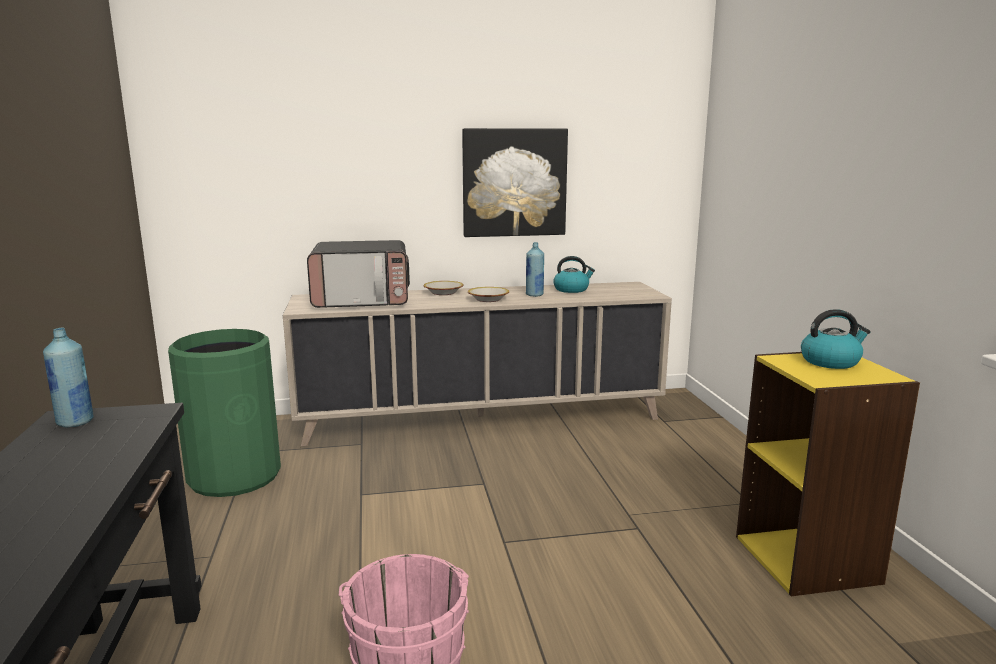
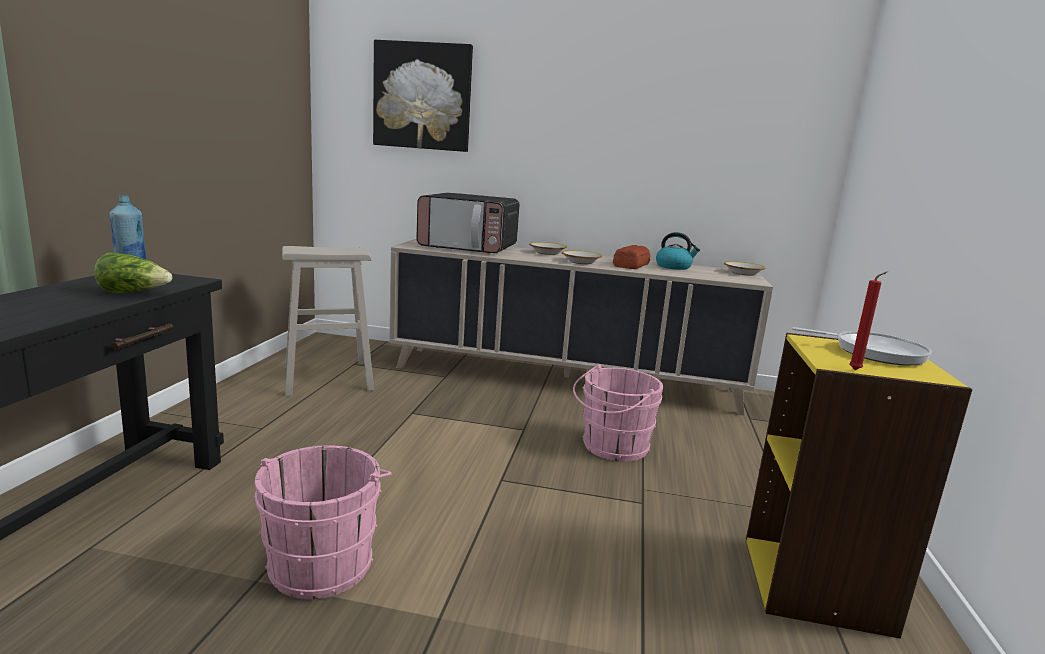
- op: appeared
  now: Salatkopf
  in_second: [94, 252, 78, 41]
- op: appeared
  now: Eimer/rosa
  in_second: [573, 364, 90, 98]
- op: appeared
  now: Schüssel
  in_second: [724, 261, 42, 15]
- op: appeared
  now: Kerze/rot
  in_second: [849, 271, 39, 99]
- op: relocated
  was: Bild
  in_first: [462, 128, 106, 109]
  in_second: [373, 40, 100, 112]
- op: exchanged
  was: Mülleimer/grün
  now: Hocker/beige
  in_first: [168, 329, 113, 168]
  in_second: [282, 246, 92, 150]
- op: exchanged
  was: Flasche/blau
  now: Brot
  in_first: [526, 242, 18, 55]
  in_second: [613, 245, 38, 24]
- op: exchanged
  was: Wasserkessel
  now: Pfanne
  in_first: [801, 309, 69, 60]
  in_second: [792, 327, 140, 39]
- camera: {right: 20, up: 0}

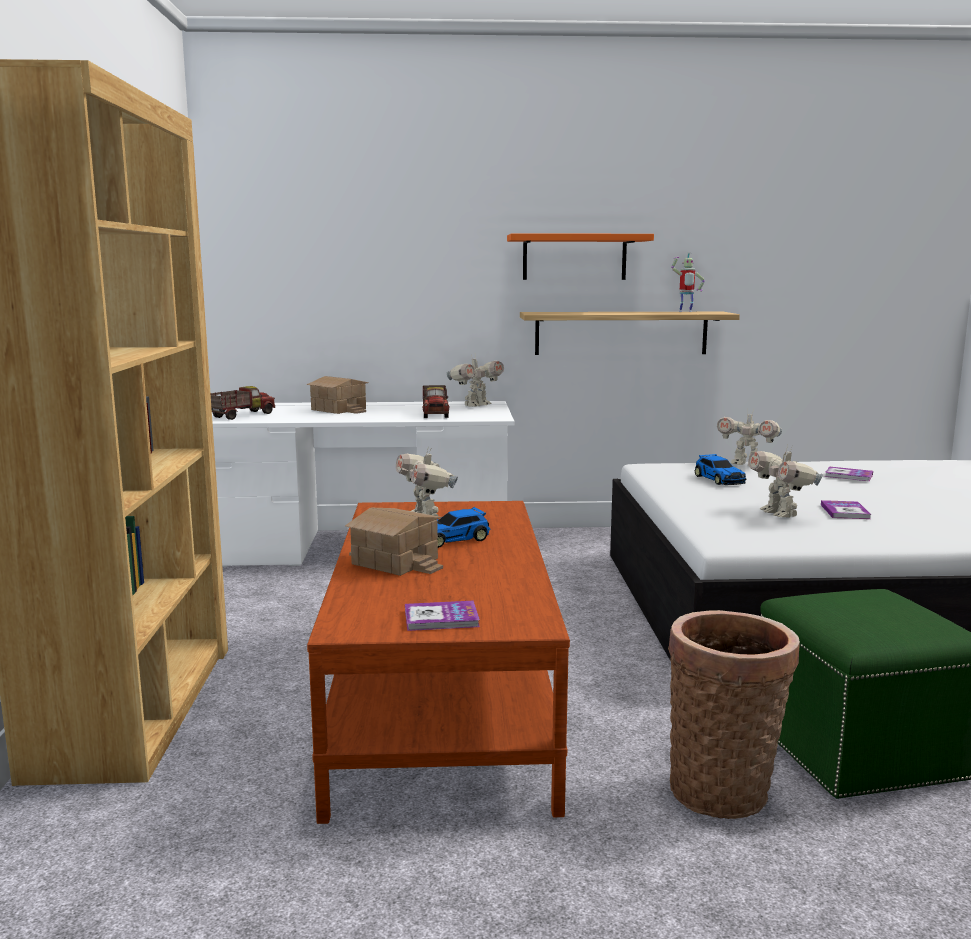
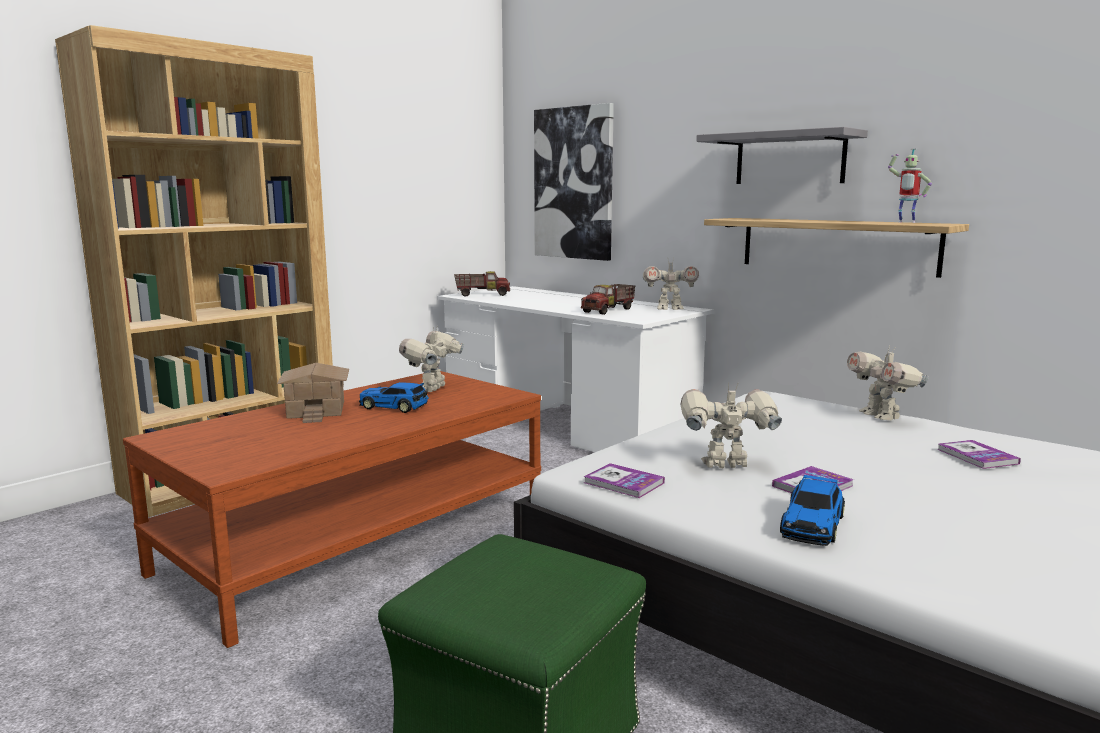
- op: missing
  was: Spielzeughaus
  in_first: [306, 376, 63, 38]
- op: missing
  was: Korb
  in_first: [668, 610, 132, 209]
- op: appeared
  now: Bild
  in_second: [534, 103, 80, 158]
- op: relocated
  was: Buch
  in_first: [405, 600, 75, 31]
  in_second: [583, 463, 82, 35]
- op: relocated
  was: Spielzeugauto
  in_first: [695, 454, 51, 31]
  in_second: [780, 474, 65, 72]
- op: colour
  was: Wandregal/orange
  now: Wandregal/grau
  in_first: [507, 233, 147, 47]
  in_second: [696, 127, 172, 57]
- op: spun
  was: Spielzeugroboter
  in_first: [748, 445, 75, 73]
  in_second: [680, 383, 102, 85]
  clockwise: 60
- camera: {right: 45, up: 0}

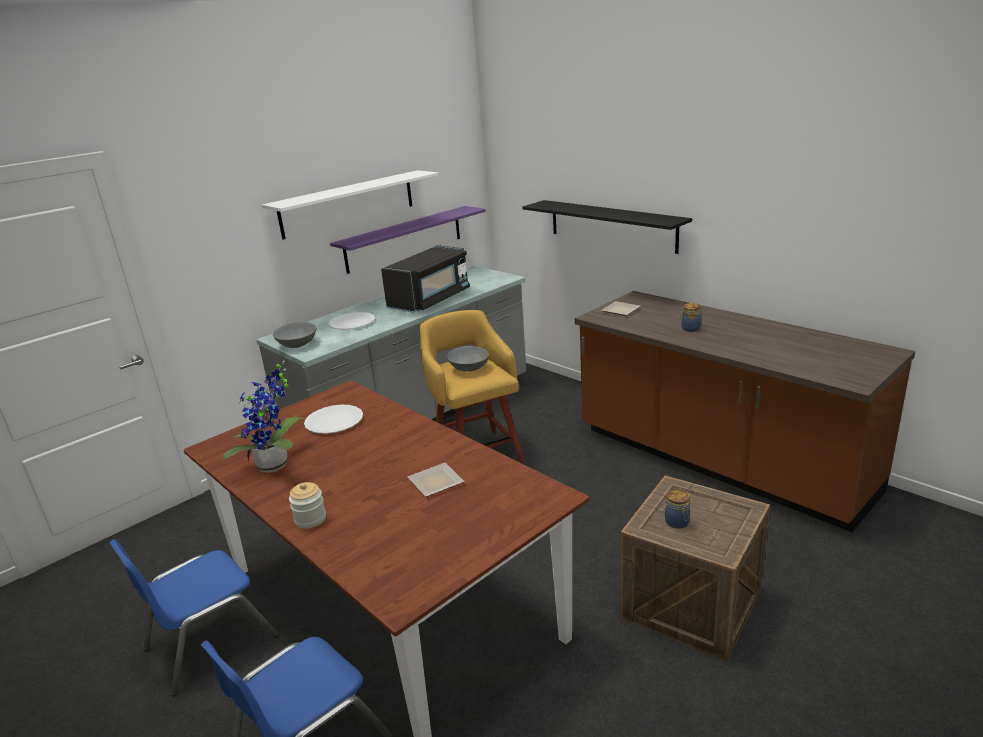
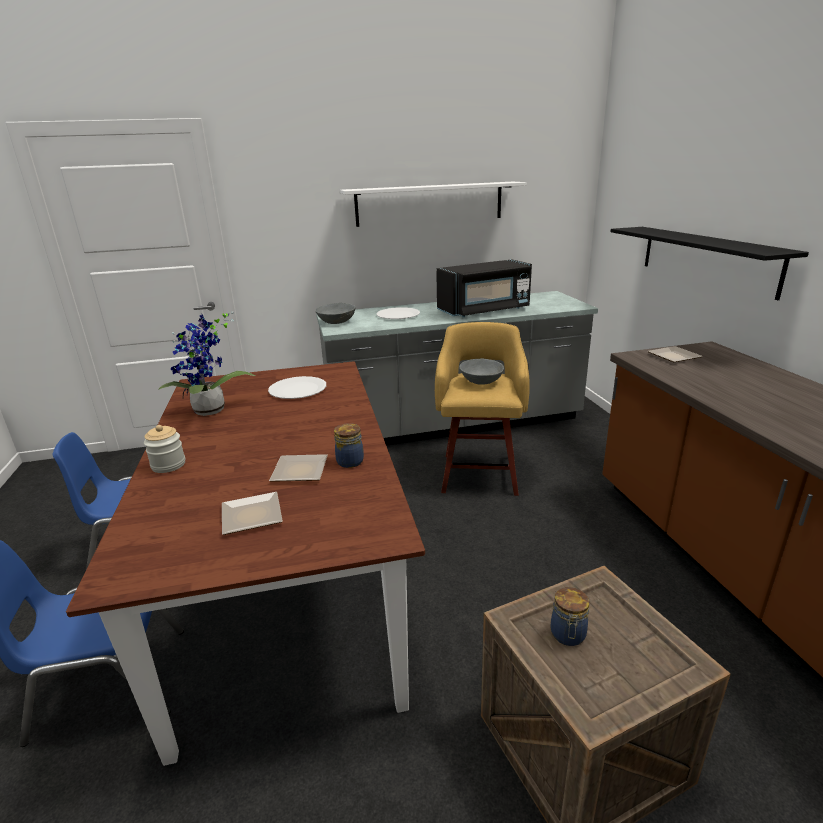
- op: missing
  was: Wandregal/lila
  in_first: [330, 206, 156, 68]
- op: appeared
  now: Teller
  in_second: [222, 492, 61, 43]
- op: relocated
  was: Vorratsglas
  in_first: [680, 303, 21, 29]
  in_second: [334, 423, 30, 45]
- camera: {right: 30, up: 0}

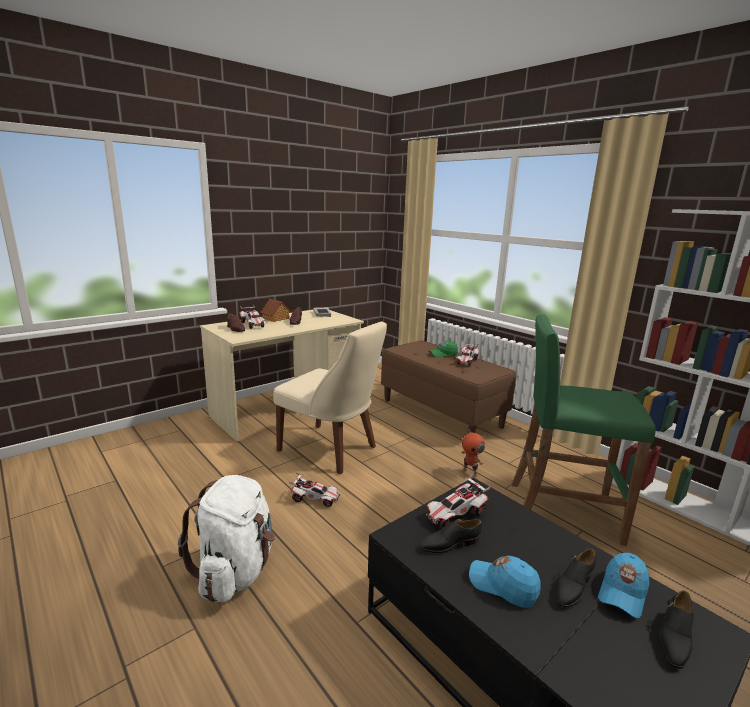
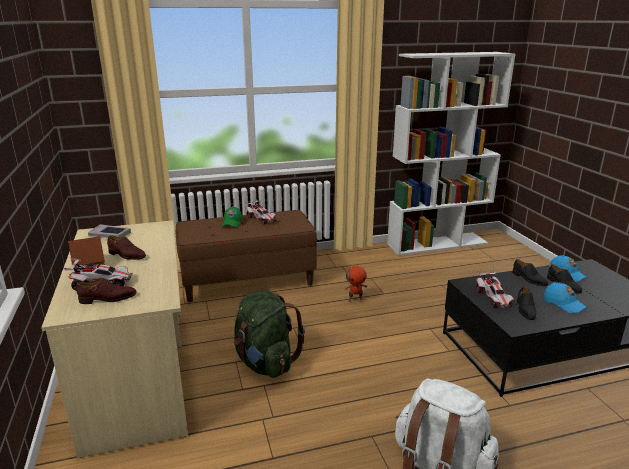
- op: missing
  was: Spielzeugauto
  in_first: [289, 472, 51, 35]
- op: missing
  was: Hocker/grün
  in_first: [512, 314, 144, 232]
- op: relocated
  was: Schuh/schwarz
  in_first: [658, 590, 36, 79]
  in_second: [512, 259, 36, 27]
- op: exchanged
  was: Stuhl/beige
  now: Rucksack/grün
  in_first: [273, 322, 114, 152]
  in_second: [234, 290, 71, 88]
- op: spun
  was: Kappe/blau
  in_first: [469, 556, 71, 52]
  in_second: [544, 283, 43, 31]
  clockwise: -90
- camera: {right: -65, up: 5}

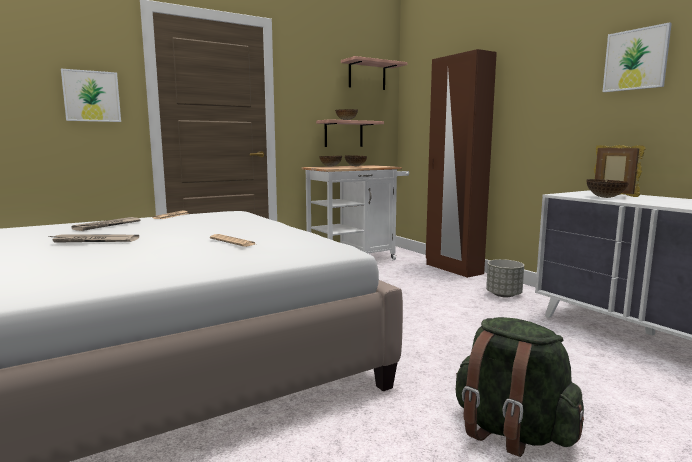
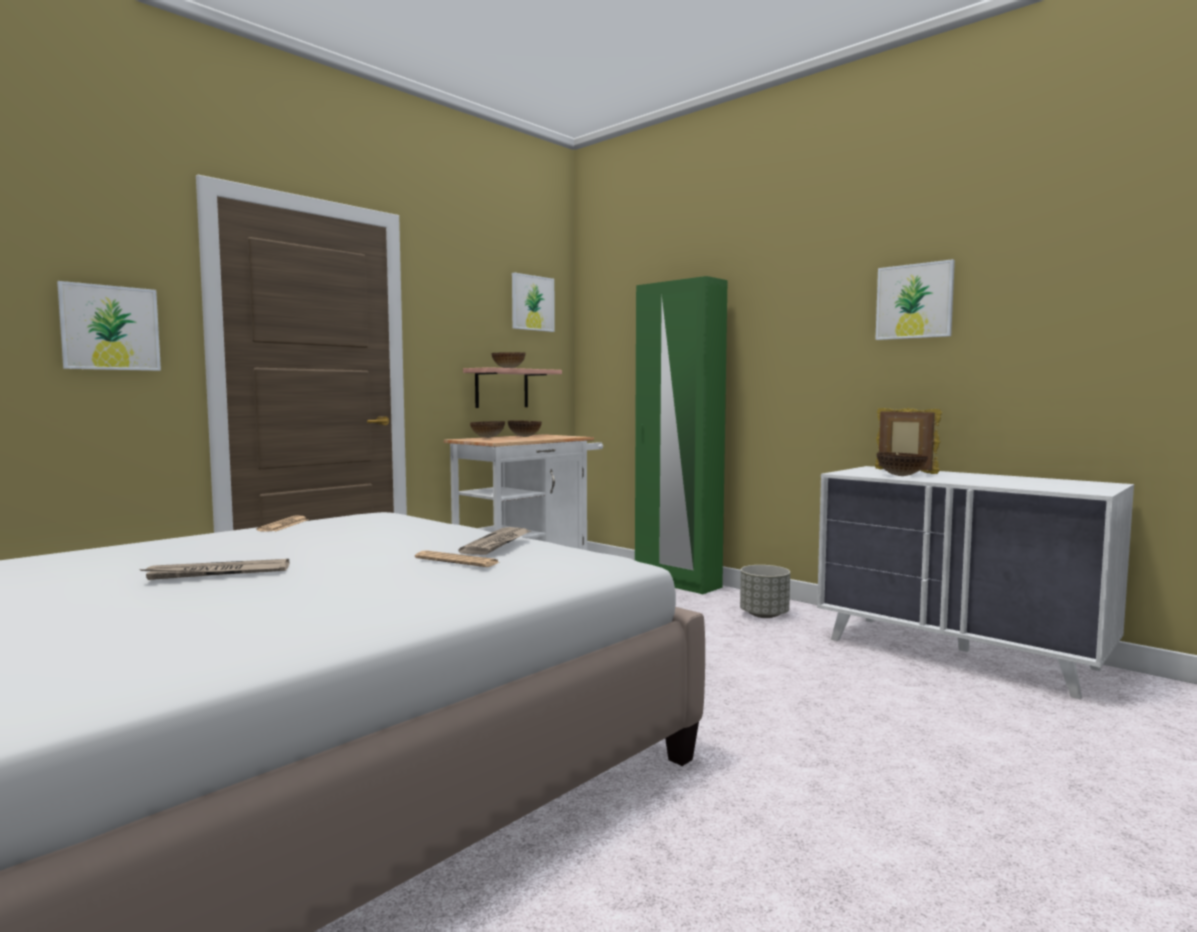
- op: missing
  was: Rucksack/grün
  in_first: [456, 317, 128, 140]
- op: relocated
  was: Zeitung
  in_first: [71, 217, 70, 14]
  in_second: [459, 527, 74, 28]
- op: exchanged
  was: Wandregal
  now: Bild
  in_first: [341, 56, 66, 34]
  in_second: [512, 273, 43, 59]
- op: colour
  was: Kleiderschrank/braun
  now: Kleiderschrank/grün
  in_first: [426, 49, 71, 229]
  in_second: [635, 276, 93, 319]
- camera: {right: -15, up: -5}

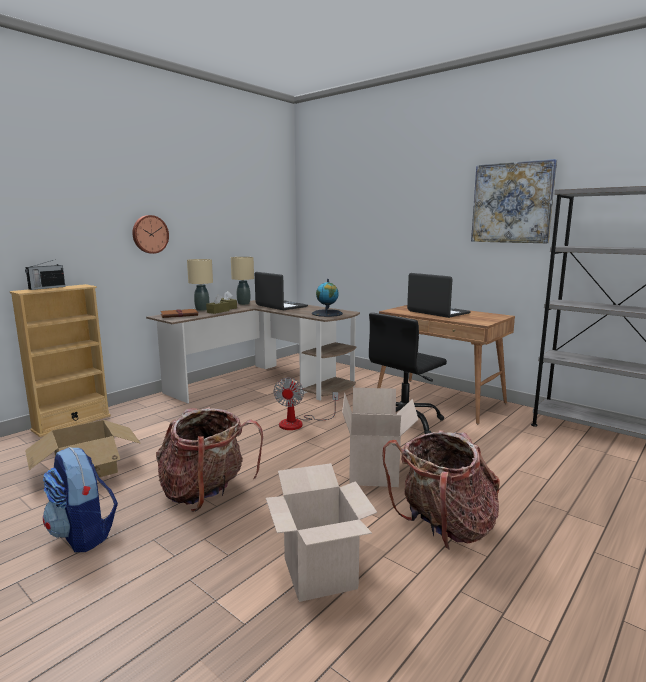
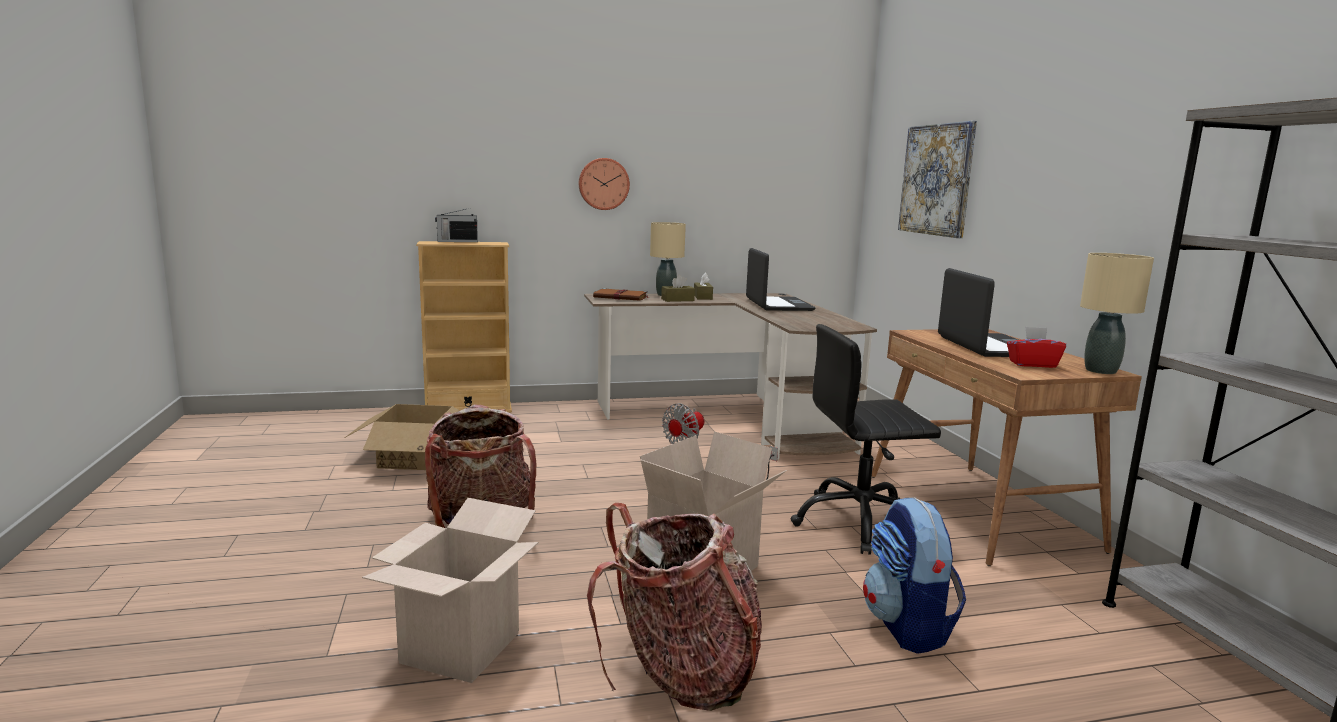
- op: missing
  was: Globus
  in_first: [312, 279, 31, 38]
- op: appeared
  now: Taschentuchbox/rot
  in_second: [1007, 327, 59, 41]
- op: relocated
  was: Rucksack
  in_first: [43, 447, 75, 105]
  in_second: [863, 497, 103, 157]
- op: relocated
  was: Tischlampe/beige
  in_first: [231, 257, 23, 48]
  in_second: [1080, 253, 74, 121]
- op: relocated
  was: Bild
  in_first: [471, 159, 86, 84]
  in_second: [898, 121, 79, 117]
- camera: {right: 35, up: 0}

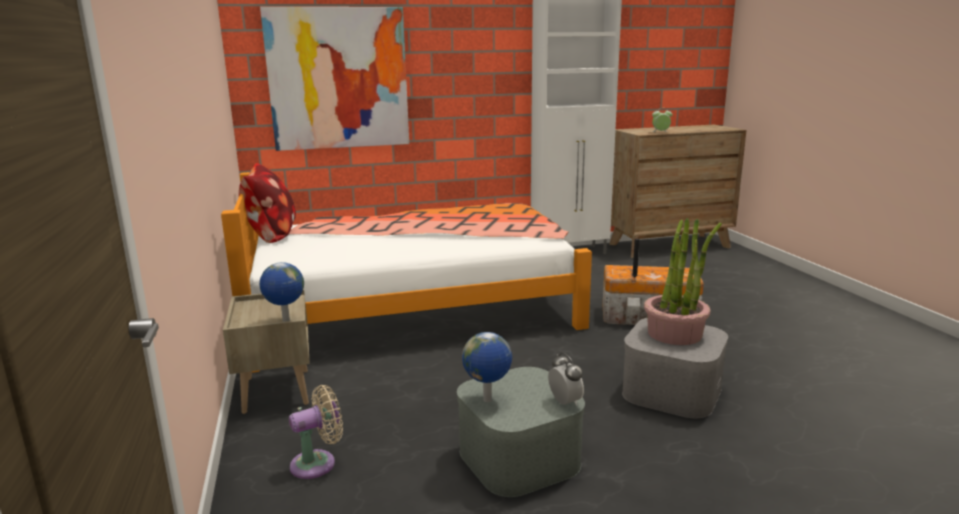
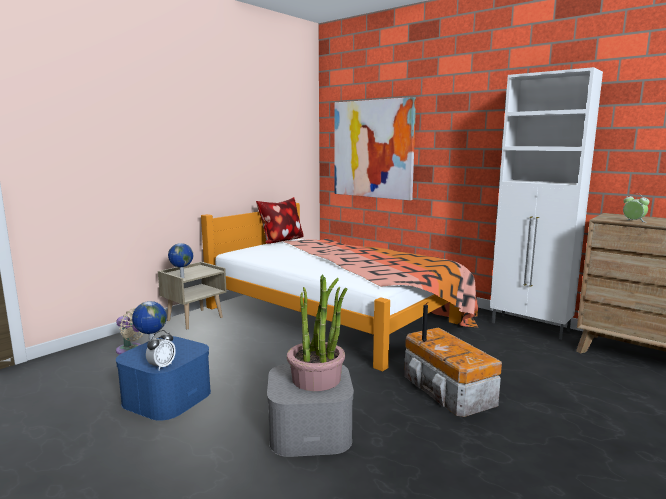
- op: colour
  was: Aufbewahrungsbox/grau
  now: Aufbewahrungsbox/blau
  in_first: [457, 367, 128, 130]
  in_second: [116, 336, 95, 85]
- camera: {right: 55, up: -5}

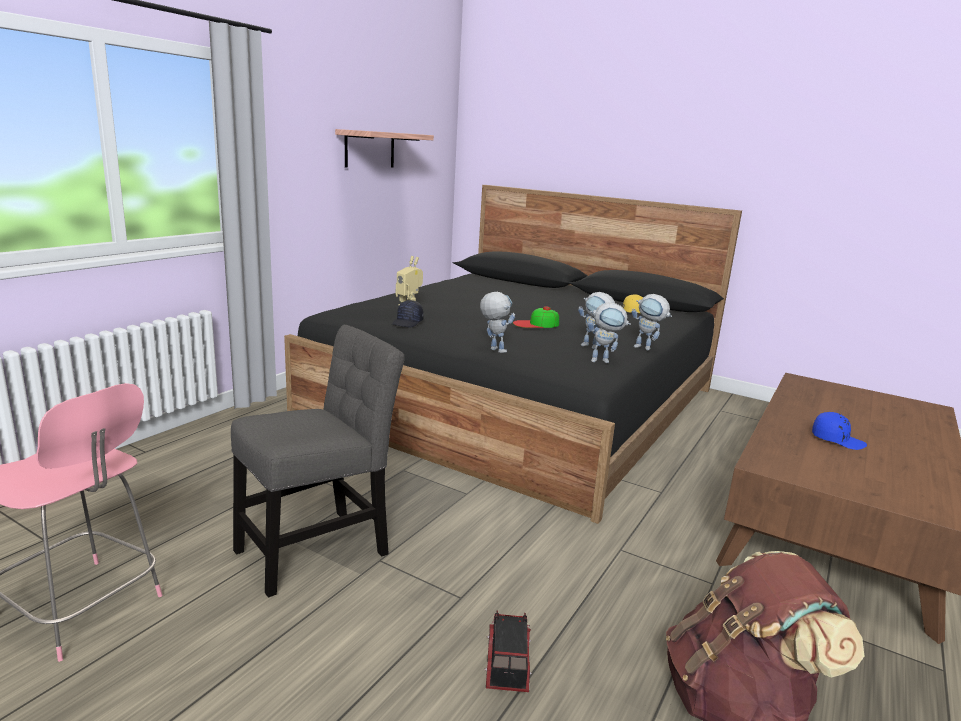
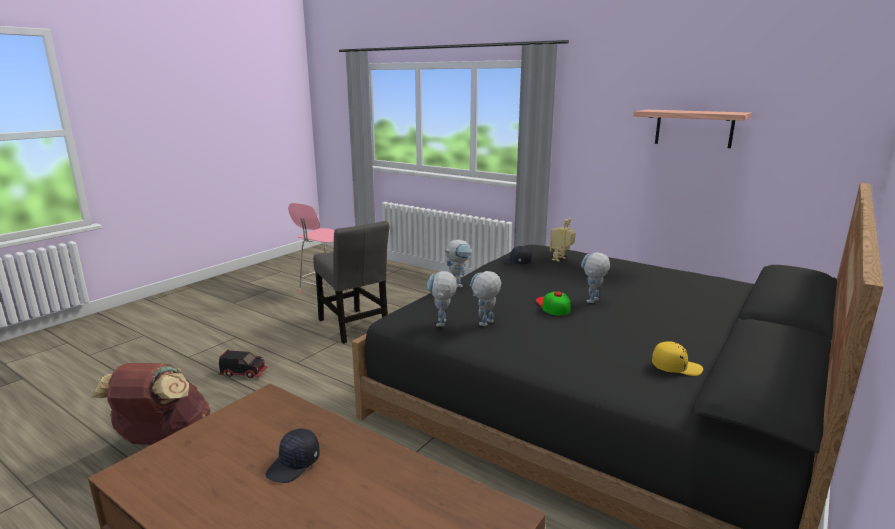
- op: relocated
  was: Spielzeugroboter
  in_first: [632, 294, 40, 56]
  in_second: [581, 252, 29, 51]
- op: colour
  was: Kappe/blau
  now: Kappe/schwarz
  in_first: [812, 412, 55, 38]
  in_second: [266, 429, 54, 54]
- camera: {right: 95, up: 0}

